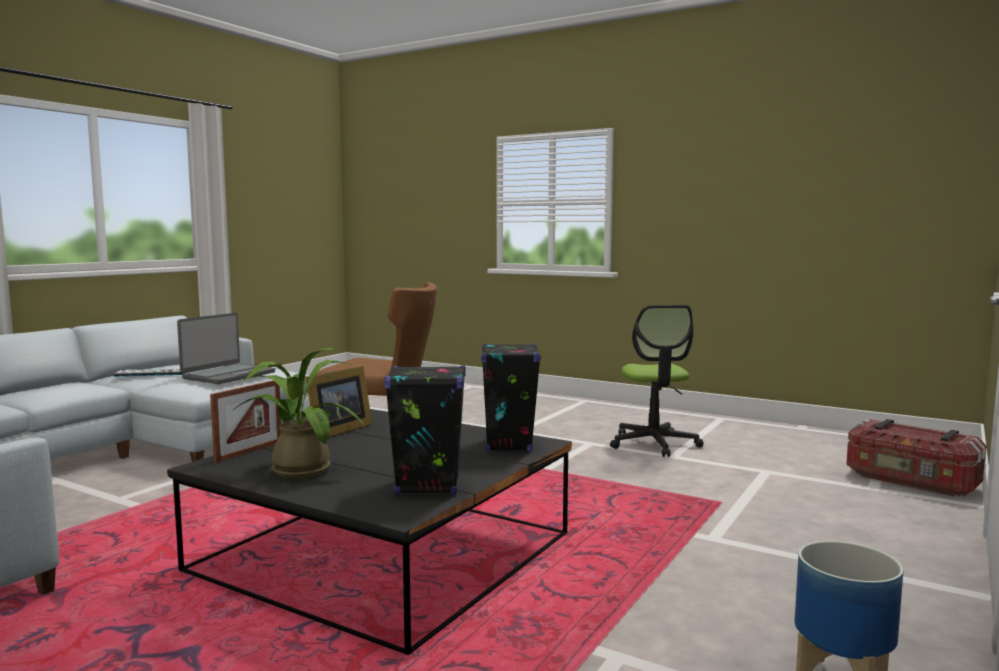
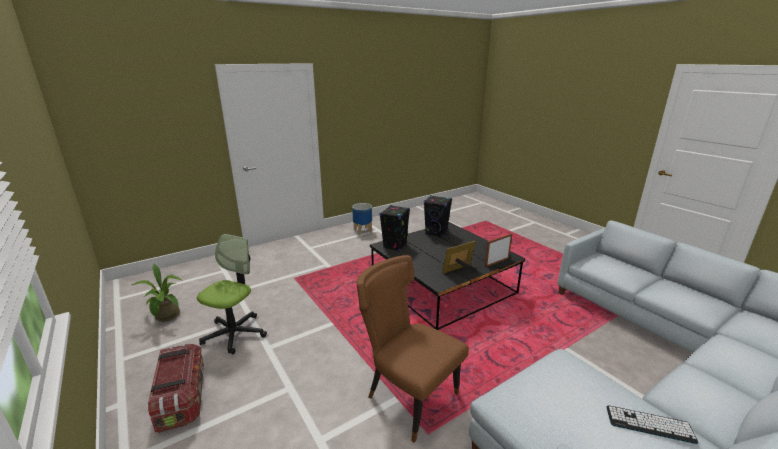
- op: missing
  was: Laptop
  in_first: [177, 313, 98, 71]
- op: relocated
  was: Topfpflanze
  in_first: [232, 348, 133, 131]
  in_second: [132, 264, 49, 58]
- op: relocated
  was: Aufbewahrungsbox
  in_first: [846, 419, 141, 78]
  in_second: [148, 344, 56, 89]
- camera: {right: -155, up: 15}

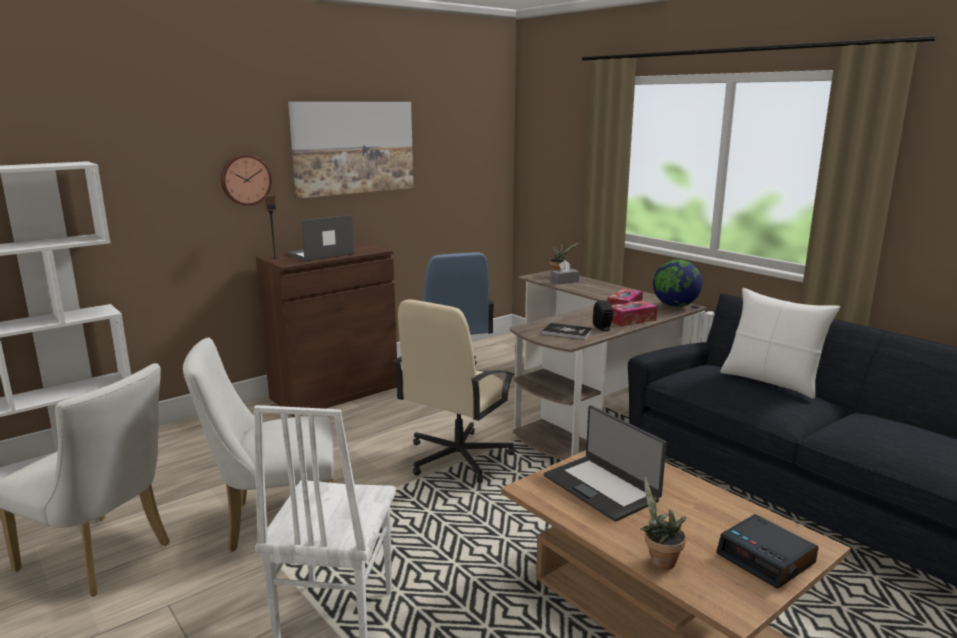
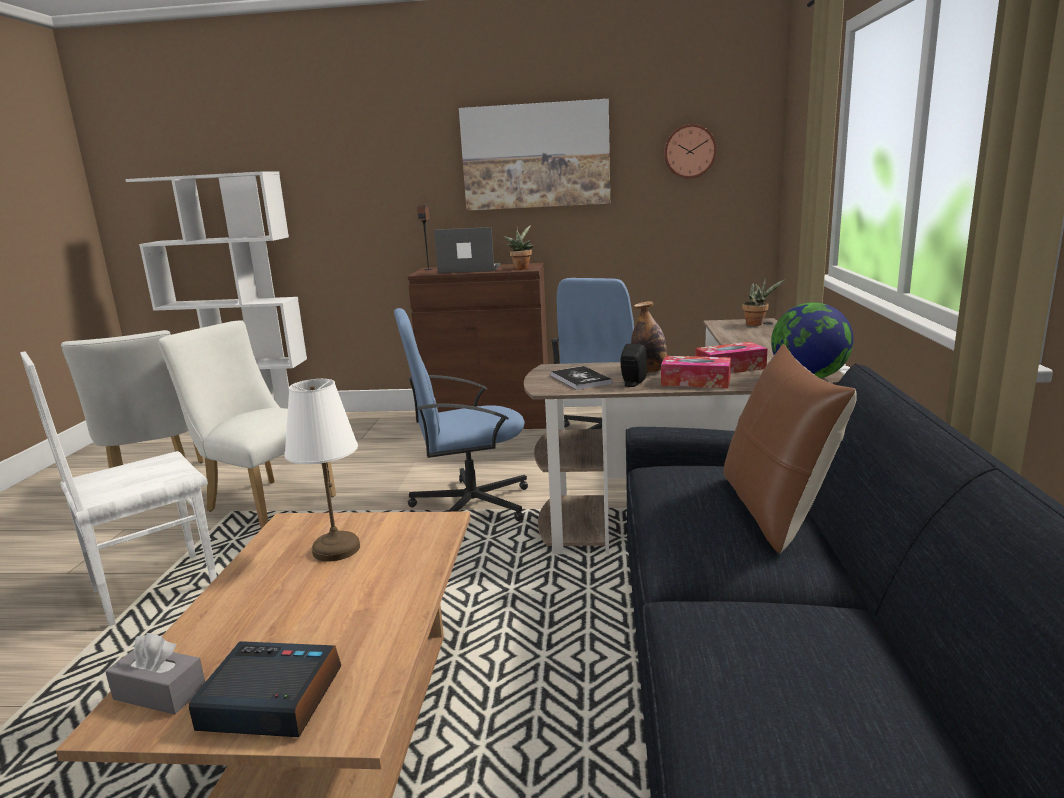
- op: appeared
  now: Flasche
  in_second: [631, 301, 36, 72]
- op: relocated
  was: Wanduhr
  in_first: [221, 155, 51, 51]
  in_second: [664, 124, 53, 55]
- op: relocated
  was: Taschentuchbox/grau
  in_first: [551, 260, 28, 25]
  in_second: [105, 633, 100, 82]
- op: relocated
  was: Topfpflanze
  in_first: [640, 477, 46, 93]
  in_second: [503, 225, 31, 45]
- op: exchanged
  was: Laptop
  now: Tischlampe/weiß
  in_first: [544, 405, 123, 117]
  in_second: [284, 379, 76, 182]
- op: colour
  was: Bürostuhl/beige
  now: Bürostuhl/blau
  in_first: [393, 299, 122, 184]
  in_second: [394, 308, 134, 213]
- op: colour
  was: Kissen/weiß
  now: Kissen/braun
  in_first: [720, 288, 120, 111]
  in_second: [723, 344, 134, 209]
- op: spun
  was: Wecker
  in_first: [716, 514, 103, 75]
  in_second: [189, 641, 152, 96]
  clockwise: 90
- camera: {right: 45, up: 0}

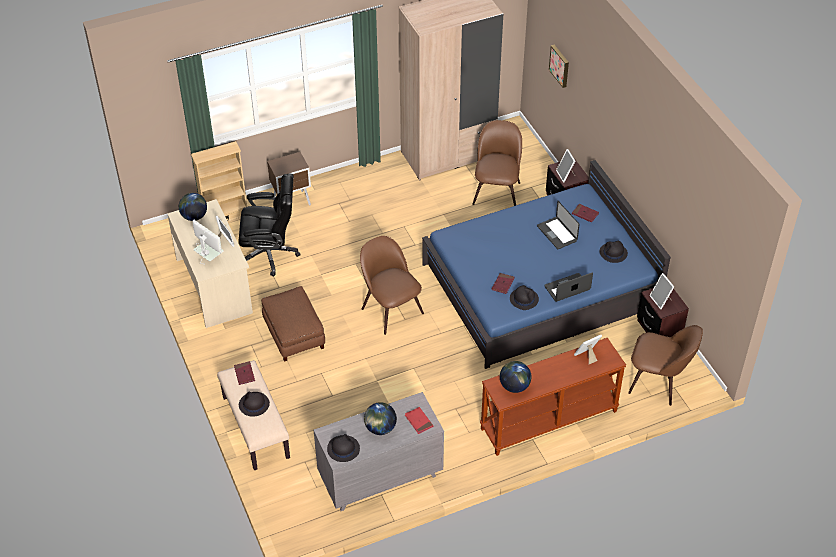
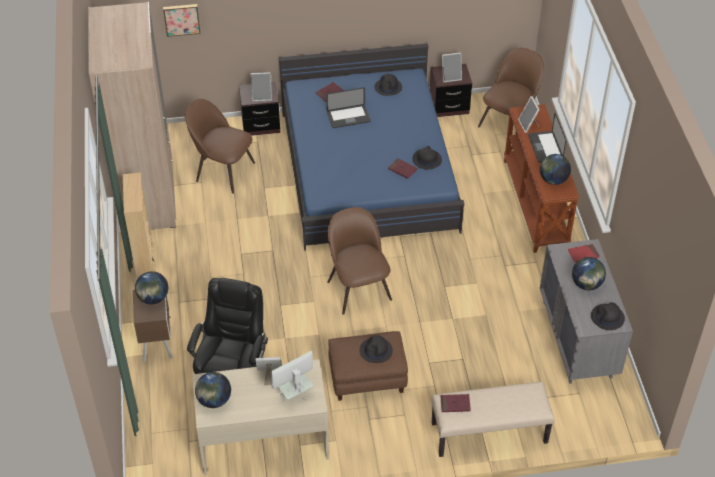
- op: appeared
  now: Globus
  in_second: [135, 271, 33, 34]
- op: relocated
  was: Bücherregal/beige
  in_first: [191, 141, 56, 82]
  in_second: [123, 172, 32, 107]
- op: relocated
  was: Hut/schwarz
  in_first: [239, 392, 31, 24]
  in_second: [360, 335, 33, 28]
- op: relocated
  was: Laptop
  in_first: [544, 272, 49, 30]
  in_second: [528, 113, 38, 50]
- op: spun
  was: Stuhl/braun
  in_first: [360, 236, 64, 99]
  in_second: [327, 207, 65, 108]
  clockwise: 90
- camera: {right: -75, up: 0}

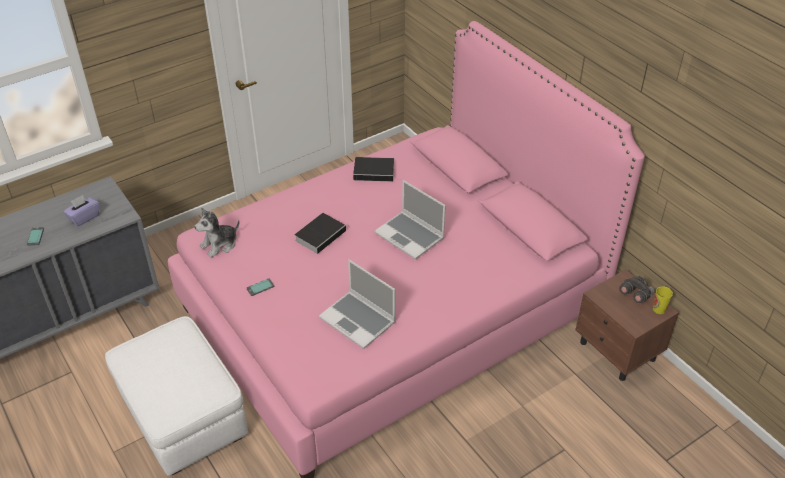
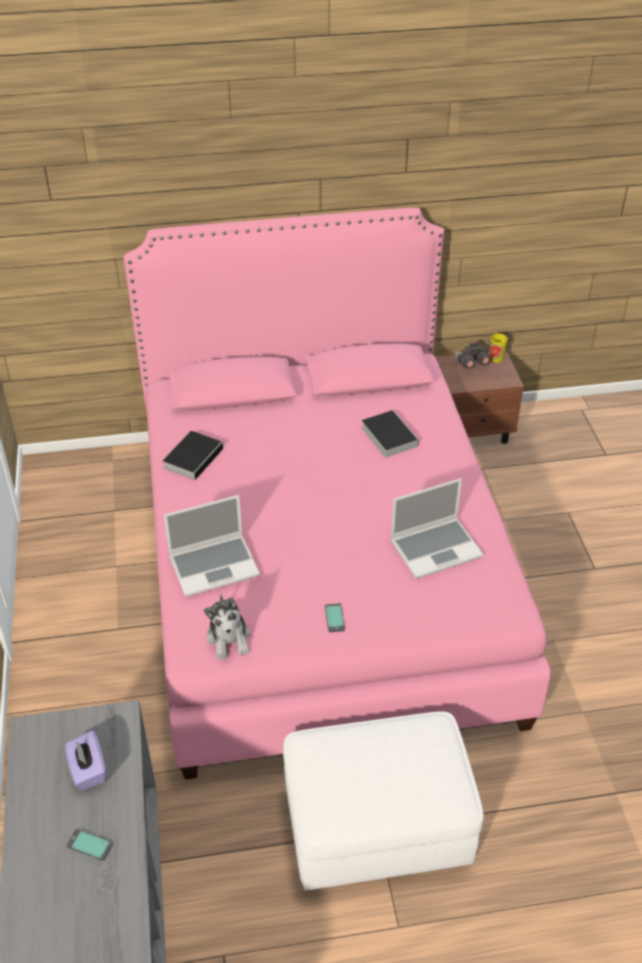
- op: relocated
  was: Buch
  in_first: [295, 213, 54, 41]
  in_second: [362, 410, 57, 47]
- op: relocated
  was: Laptop
  in_first: [374, 180, 72, 80]
  in_second: [164, 495, 96, 102]
- camera: {right: -65, up: 0}

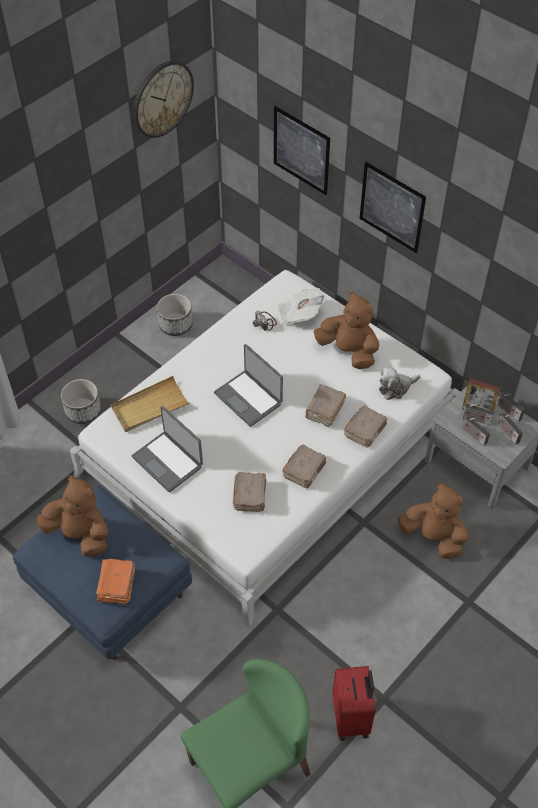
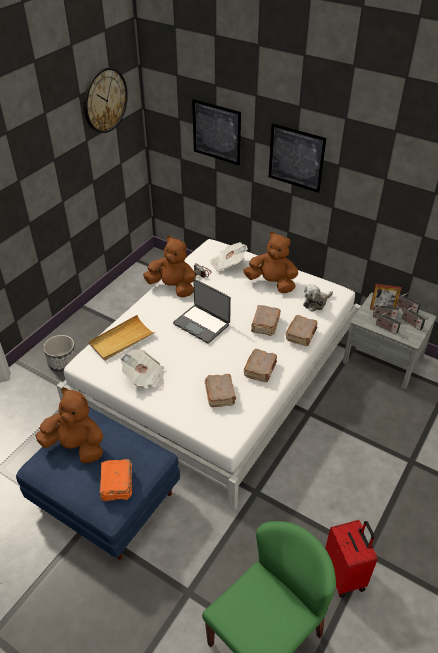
- op: missing
  was: Pflanzkübel
  in_first: [157, 294, 36, 42]
- op: relocated
  was: Plüschtier/braun
  in_first: [398, 482, 70, 77]
  in_second: [143, 236, 53, 61]
- op: exchanged
  was: Laptop
  now: Zeitung
  in_first: [132, 406, 71, 86]
  in_second: [120, 349, 44, 39]
- camera: {right: -10, up: -10}

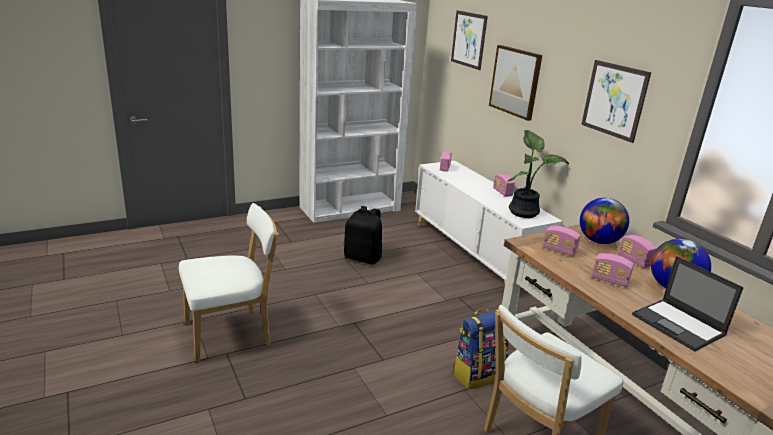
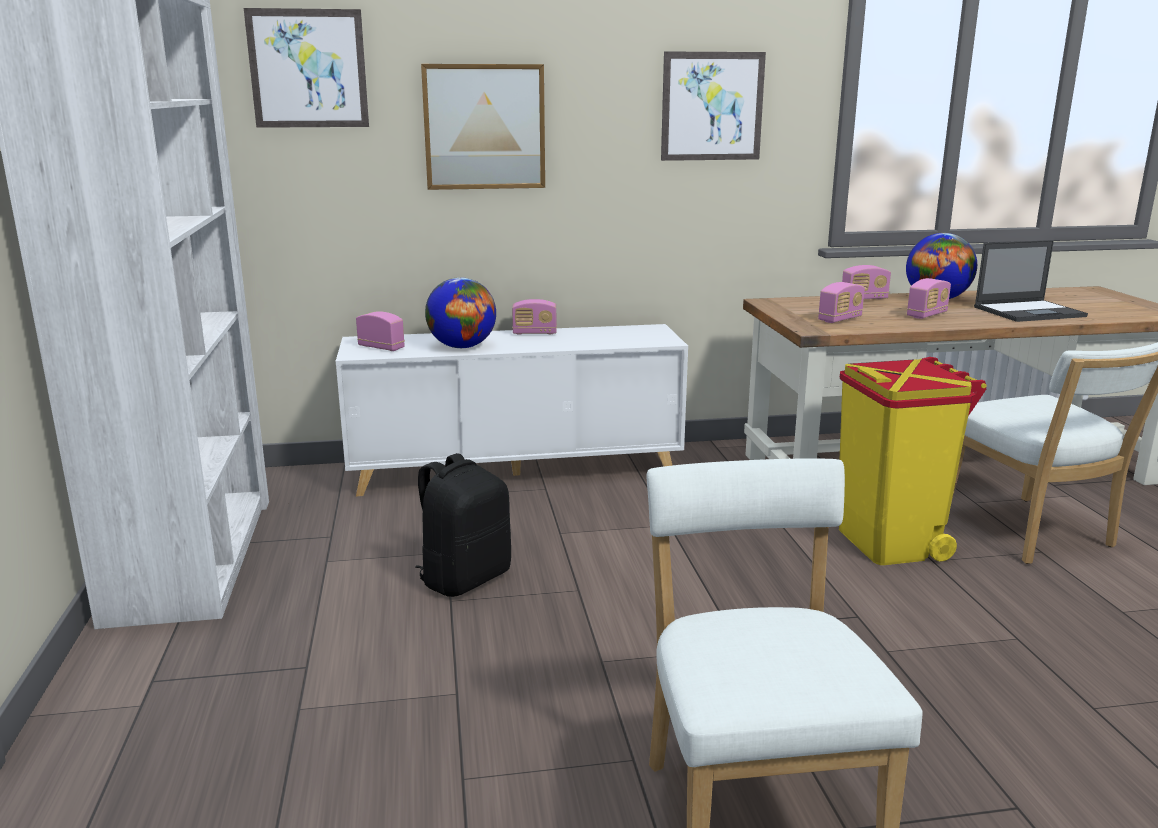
- op: missing
  was: Topfpflanze
  in_first: [508, 130, 61, 88]
- op: relocated
  was: Globus
  in_first: [580, 198, 49, 46]
  in_second: [425, 277, 71, 71]
- op: exchanged
  was: Rucksack
  now: Mülleimer/gelb
  in_first: [453, 309, 56, 80]
  in_second: [839, 357, 147, 208]
- camera: {right: -70, up: -5}

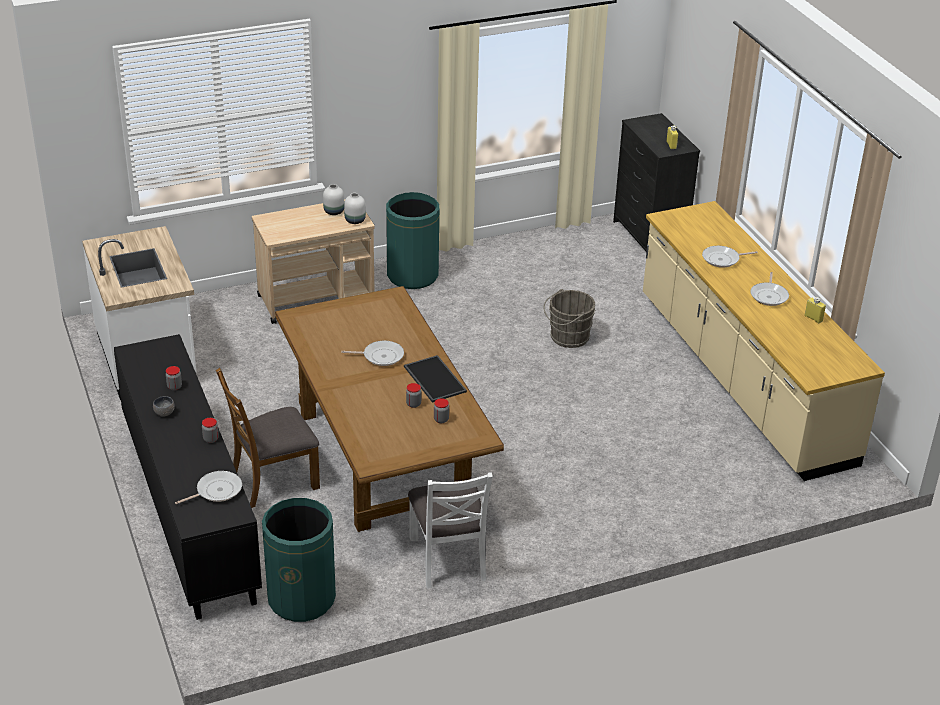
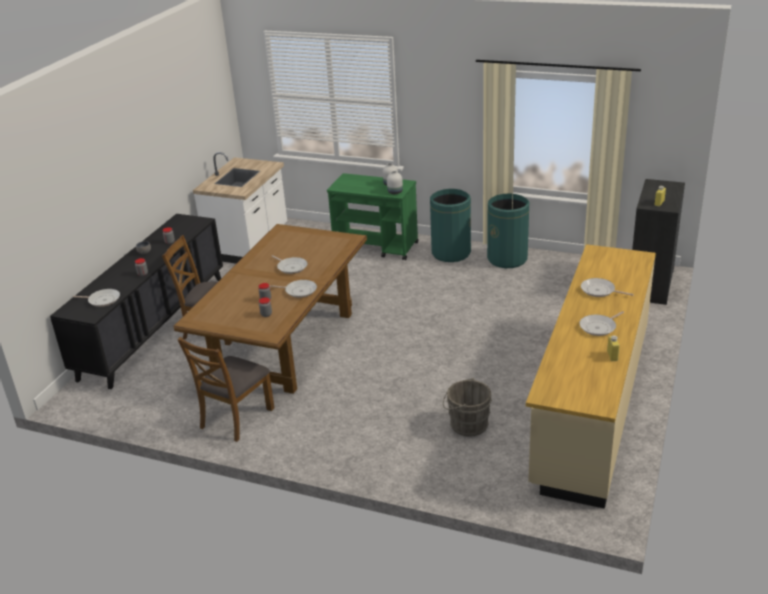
- op: relocated
  was: Mülleimer/grün
  in_first: [262, 498, 74, 124]
  in_second: [487, 193, 42, 75]
- op: relocated
  was: Eimer/grau
  in_first: [544, 289, 52, 59]
  in_second: [443, 378, 49, 59]
- op: exchanged
  was: Tablett
  now: Pfanne
  in_first: [404, 355, 63, 48]
  in_second: [269, 280, 48, 18]
- op: colour
  was: Rollwagen/beige
  now: Rollwagen/grün
  in_first: [252, 199, 123, 125]
  in_second: [327, 173, 92, 87]
- op: colour
  was: Stuhl/weiß
  now: Stuhl/braun
  in_first: [408, 472, 85, 117]
  in_second: [178, 337, 96, 105]
- camera: {right: 45, up: -5}

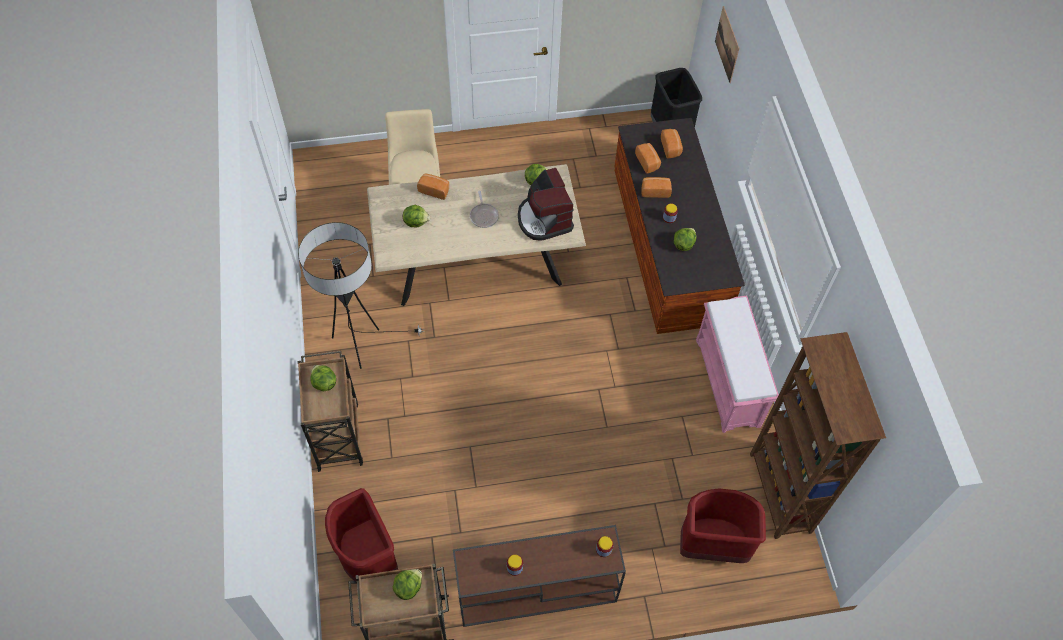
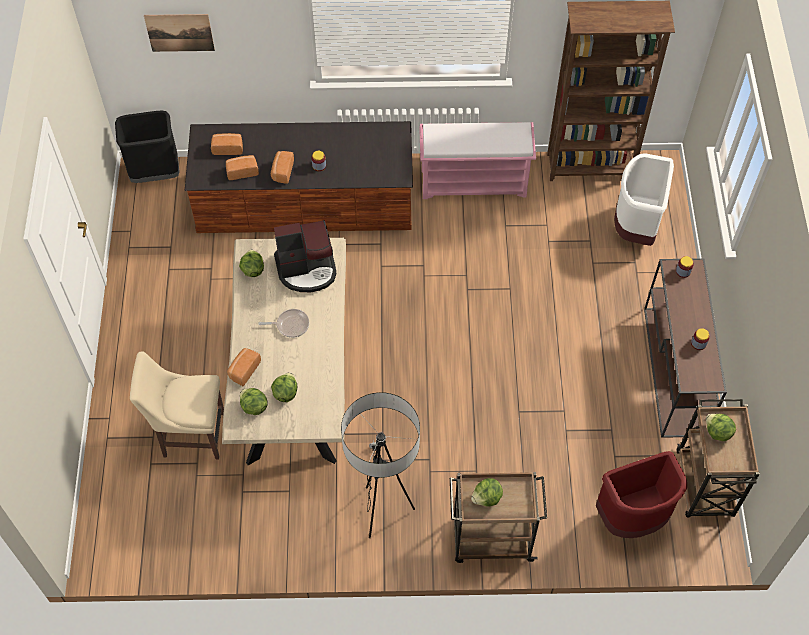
- op: relocated
  was: Salatkopf
  in_first: [674, 228, 22, 23]
  in_second: [240, 388, 28, 27]
- op: colour
  was: Mülleimer/rot
  now: Mülleimer/weiß
  in_first: [680, 488, 86, 75]
  in_second: [614, 153, 60, 93]
- camera: {right: -80, up: 0}

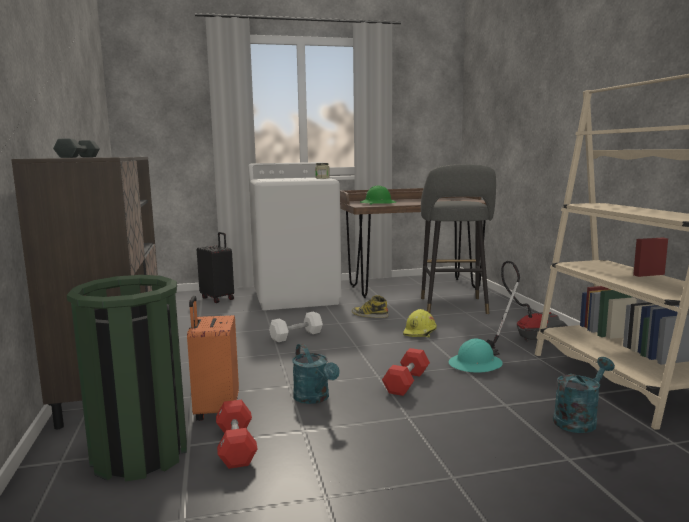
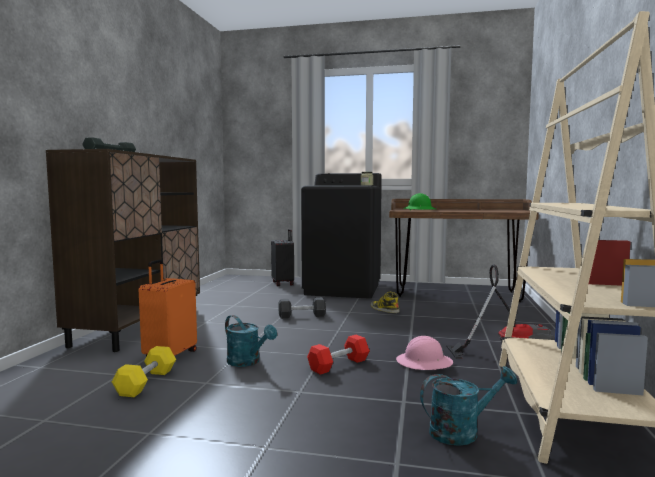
- op: missing
  was: Mülleimer/grün
  in_first: [67, 275, 120, 207]
- op: missing
  was: Schutzhelm/gelb
  in_first: [403, 309, 34, 28]
- op: missing
  was: Hocker/grau
  in_first: [421, 164, 75, 150]
- op: colour
  was: Hantel/rot
  now: Hantel/gelb
  in_first: [216, 400, 42, 69]
  in_second: [112, 346, 64, 51]
- op: colour
  was: Waschmaschine/weiß
  now: Waschmaschine/schwarz
  in_first: [248, 162, 94, 148]
  in_second: [301, 173, 81, 126]
- op: colour
  was: Hantel/weiß
  now: Hantel/schwarz
  in_first: [269, 311, 54, 31]
  in_second: [278, 297, 48, 22]
- op: colour
  was: Schutzhelm/türkis
  now: Schutzhelm/rosa
  in_first: [449, 338, 54, 35]
  in_second: [396, 336, 57, 34]
- op: spun
  was: Gießkanne/türkis
  in_first: [292, 343, 47, 61]
  in_second: [225, 315, 52, 52]
  clockwise: -45
- camera: {right: 25, up: -5}

